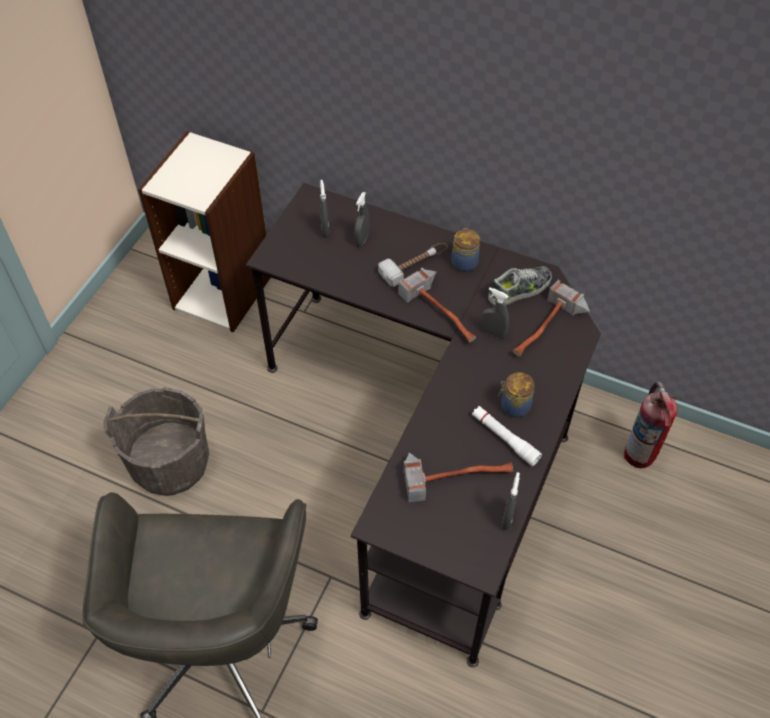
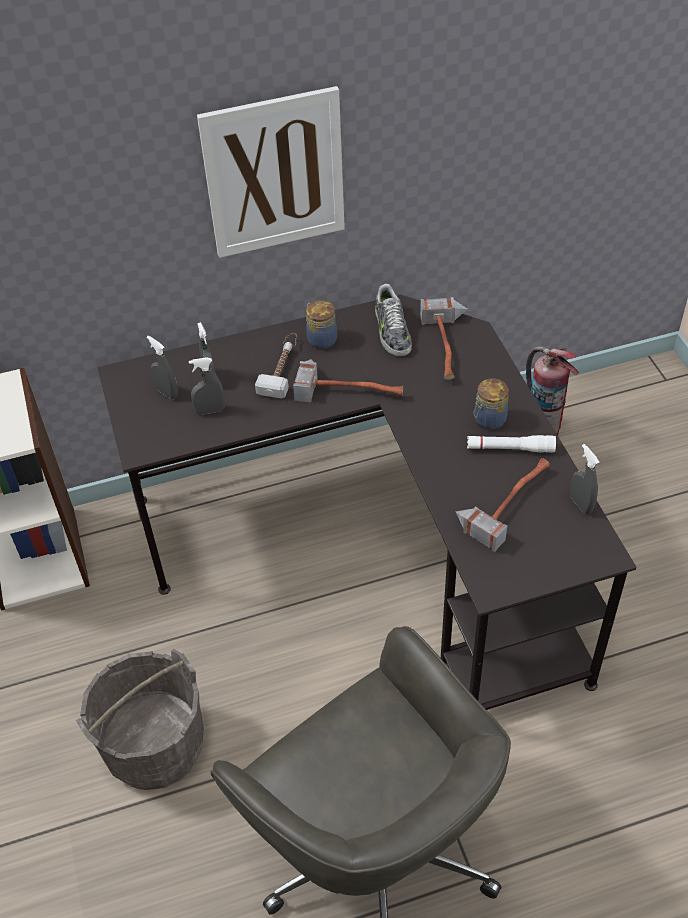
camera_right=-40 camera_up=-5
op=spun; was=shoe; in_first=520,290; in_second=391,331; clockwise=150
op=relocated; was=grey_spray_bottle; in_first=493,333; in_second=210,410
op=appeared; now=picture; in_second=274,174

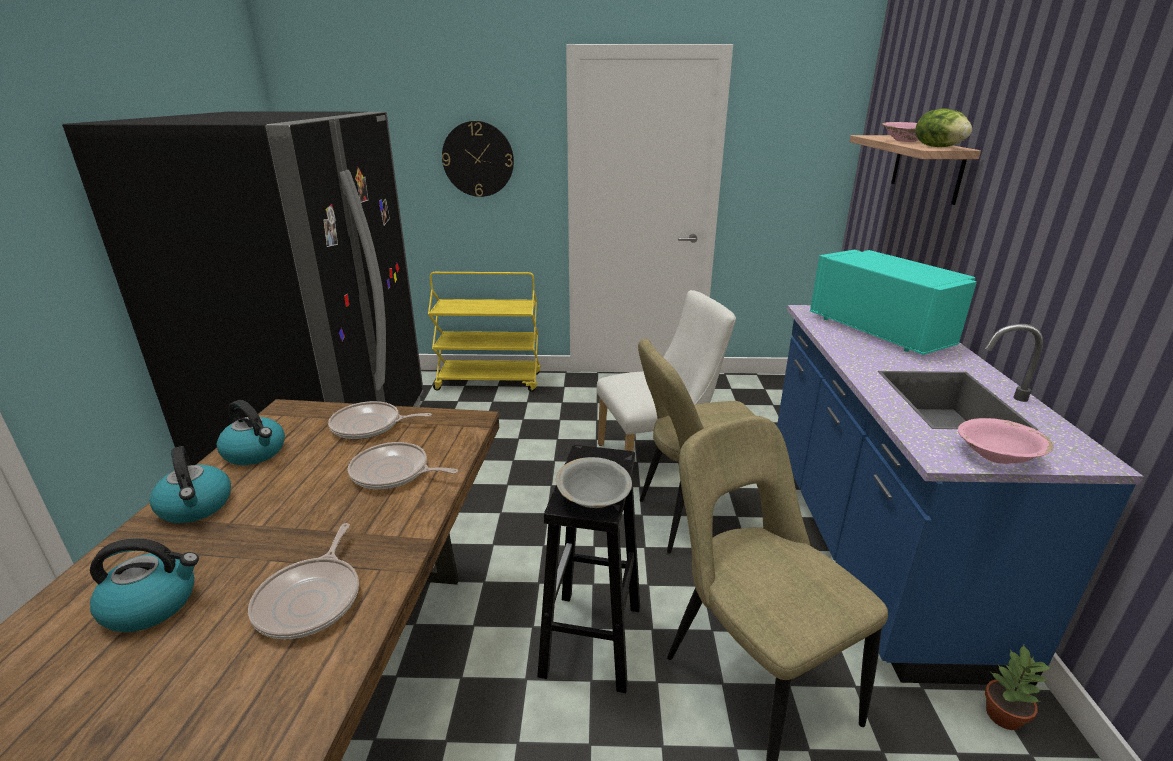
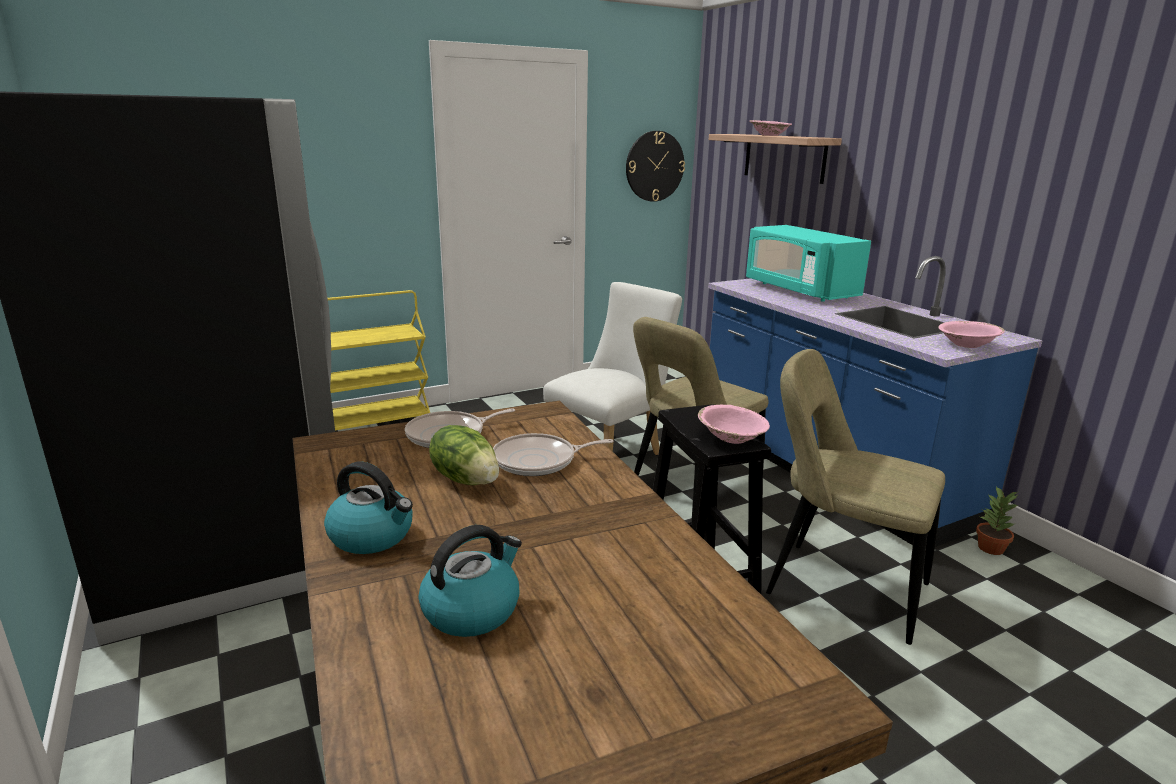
camera_right=-30 camera_up=-5
op=relocated; was=lettuce; in_first=939,147; in_second=466,479
op=relocated; was=wall_clock; in_first=478,159; in_second=654,166
op=spun; was=turquoise_microwave; in_first=881,331; in_second=799,290; clockwise=-150
op=missing; was=kettle; in_first=256,452
op=colour; was=grey_bowl; now=pink_bowl; in_first=593,498; in_second=731,438
op=missing; was=frying_pan; in_first=311,599

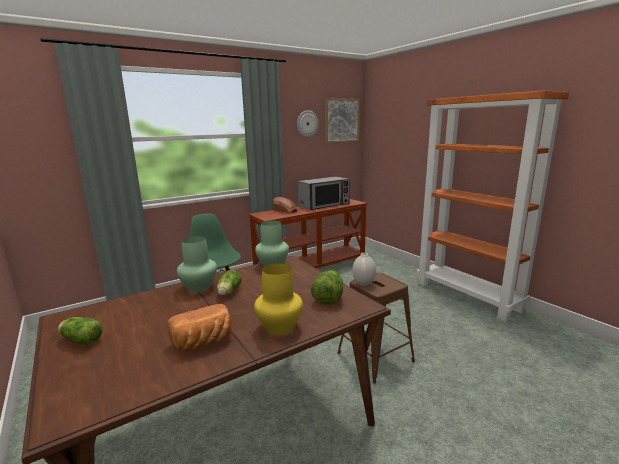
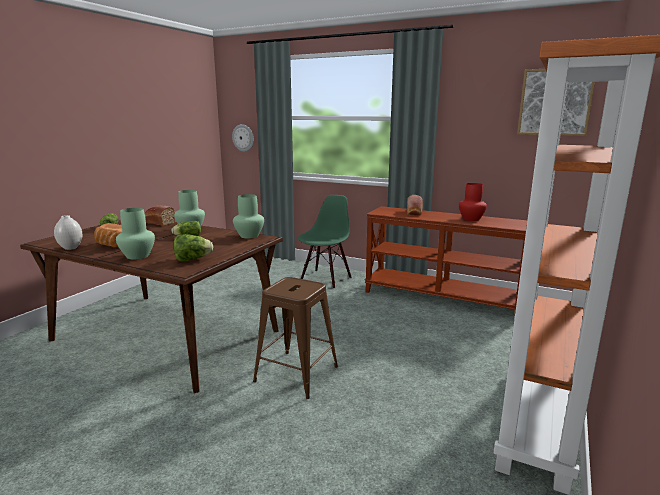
camera_right=60 camera_up=0
op=relocated; was=wall_clock; in_first=307,123; in_second=243,138
op=exchanged; was=microwave; now=red_vase; in_first=324,205; in_second=471,219
op=relocated; was=white_vase; in_first=363,283; in_second=70,248
op=colour; was=yellow_vase; now=green_vase; in_first=279,327; in_second=138,256
op=appeared; now=bread; in_second=158,223

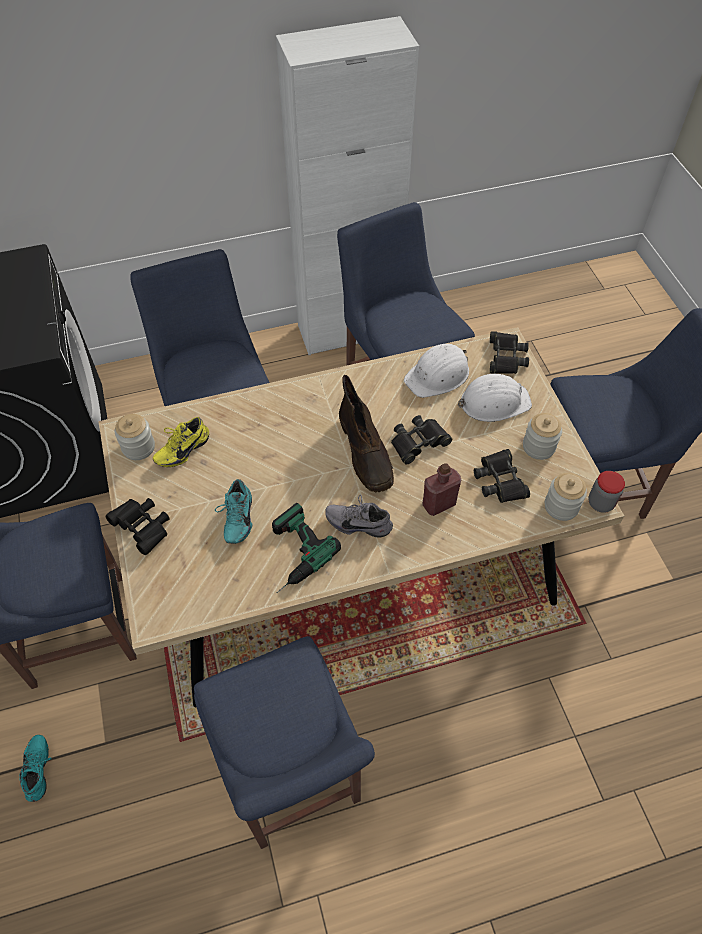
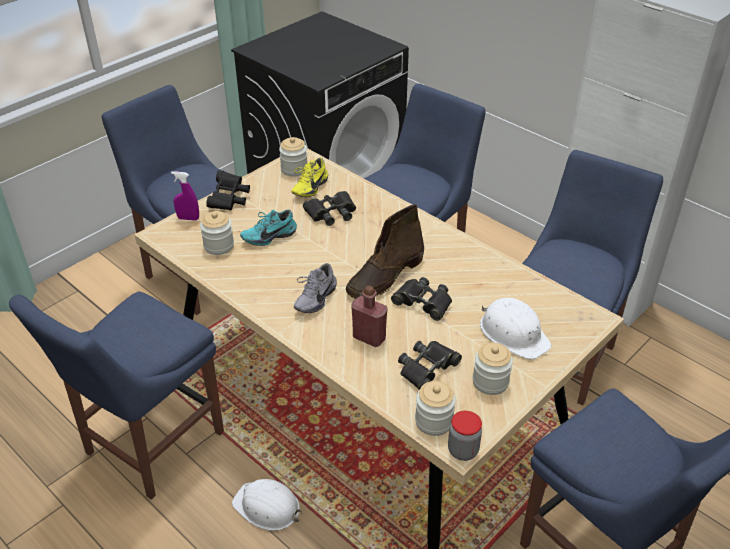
camera_right=60 camera_up=-15
op=relocated; was=black_binoculars; in_first=505,357; in_second=331,213
op=relocated; was=white_hard_hat; in_first=438,375; in_second=267,507
op=spun; was=yellow_shoe; in_first=181,449; in_second=309,187; clockwise=-75
op=spun; was=grey_shoe; in_first=359,522; in_second=314,298; clockwise=-135
op=missing; was=power_drill; in_first=291,554
op=missing; was=turquoise_shoe; in_first=40,770
op=appeared; now=purple_spray_bottle; in_second=188,218
op=appeared; now=jar; in_second=219,246

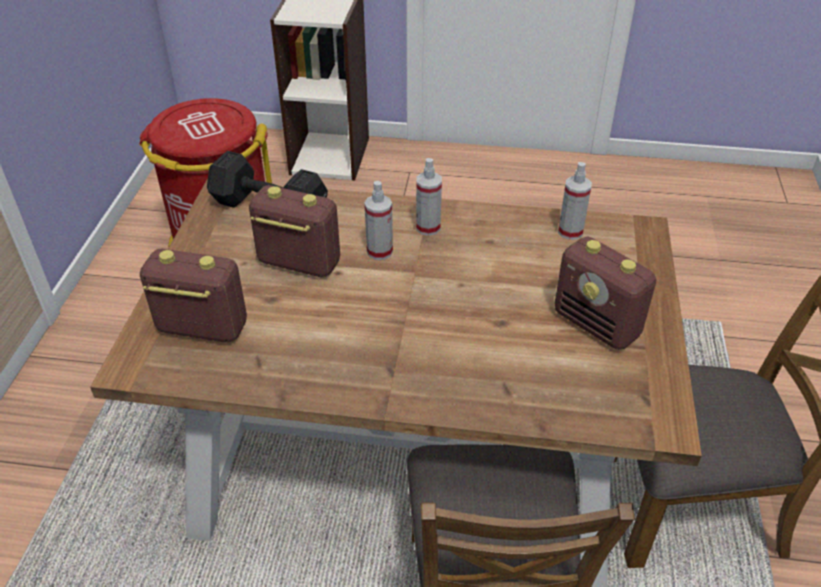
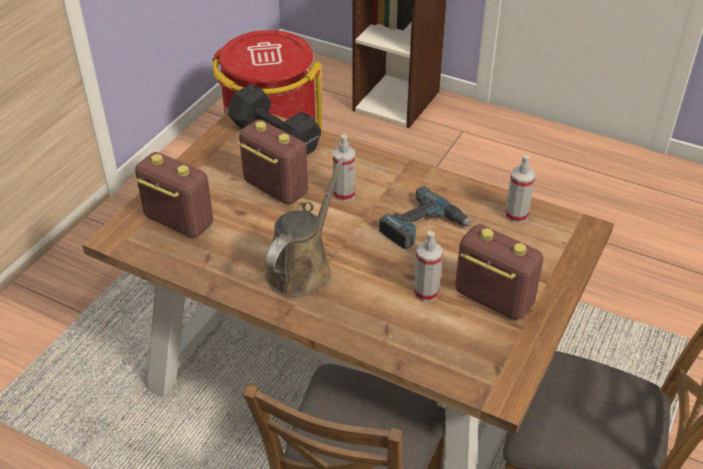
camera_right=20 camera_up=0
op=relocated; was=spray_bottle; in_first=428,227; in_second=426,292
op=spun; was=radio; in_first=597,325; in_second=492,299; clockwise=150
op=appeared; now=brown_watering_can; in_second=302,269
op=appeared; now=power_drill; in_second=423,227

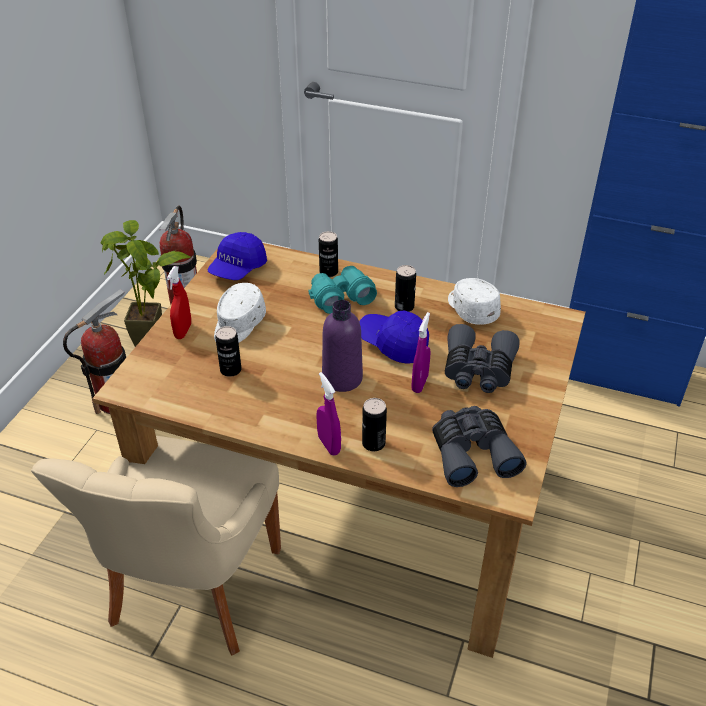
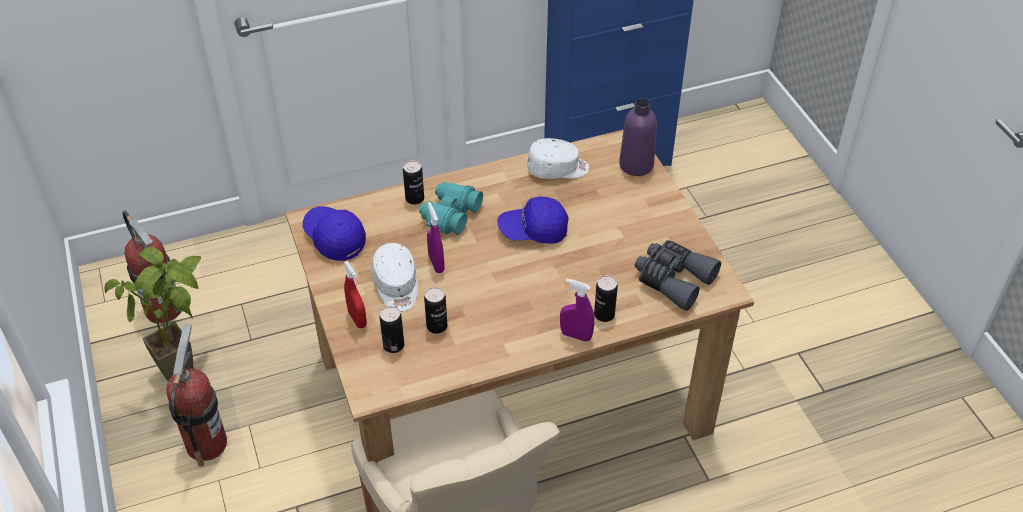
camera_right=-40 camera_up=5
op=spun; was=blue_cap; in_first=238,269; in_second=334,238; clockwise=150
op=relocated; was=can; in_first=404,307; in_second=393,345
op=spun; was=white_cap; in_first=471,309; in_second=558,169; clockwise=150
op=relocated; was=purple_bottle; in_first=342,378; in_second=636,165
op=relocated; was=purple_spray_bottle; in_first=419,383; in_second=436,264
op=missing; was=grey_binoculars; in_first=478,370

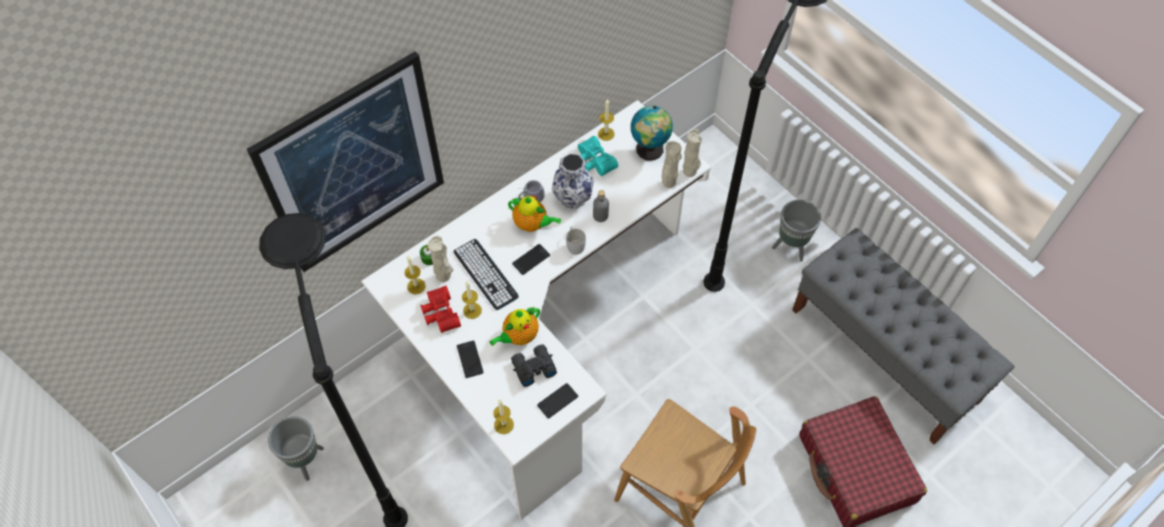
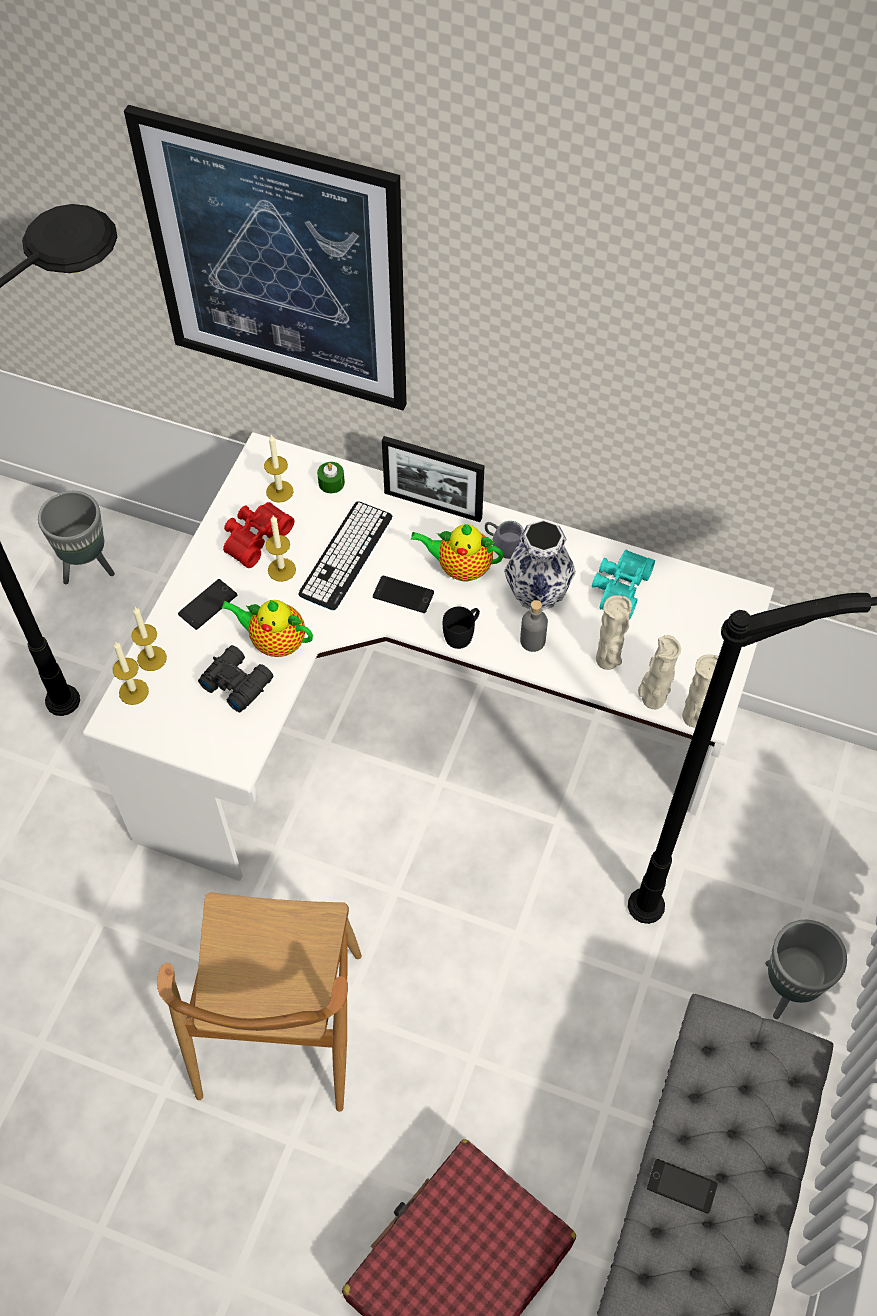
camera_right=60 camera_up=0
op=relocated; was=candle; in_first=606,134; in_second=152,658
op=missing; was=globe; in_first=649,151
op=spun; was=teapot; in_first=532,224; in_second=460,568; clockwise=105
op=colour; was=white_mug; now=black_mug; in_first=574,244; in_second=462,634
op=relocated; was=beige_vase; in_first=444,276; in_second=608,661
op=relocated; was=phone; in_first=557,401; in_second=682,1186
op=appeared; now=picture_frame; in_second=433,505

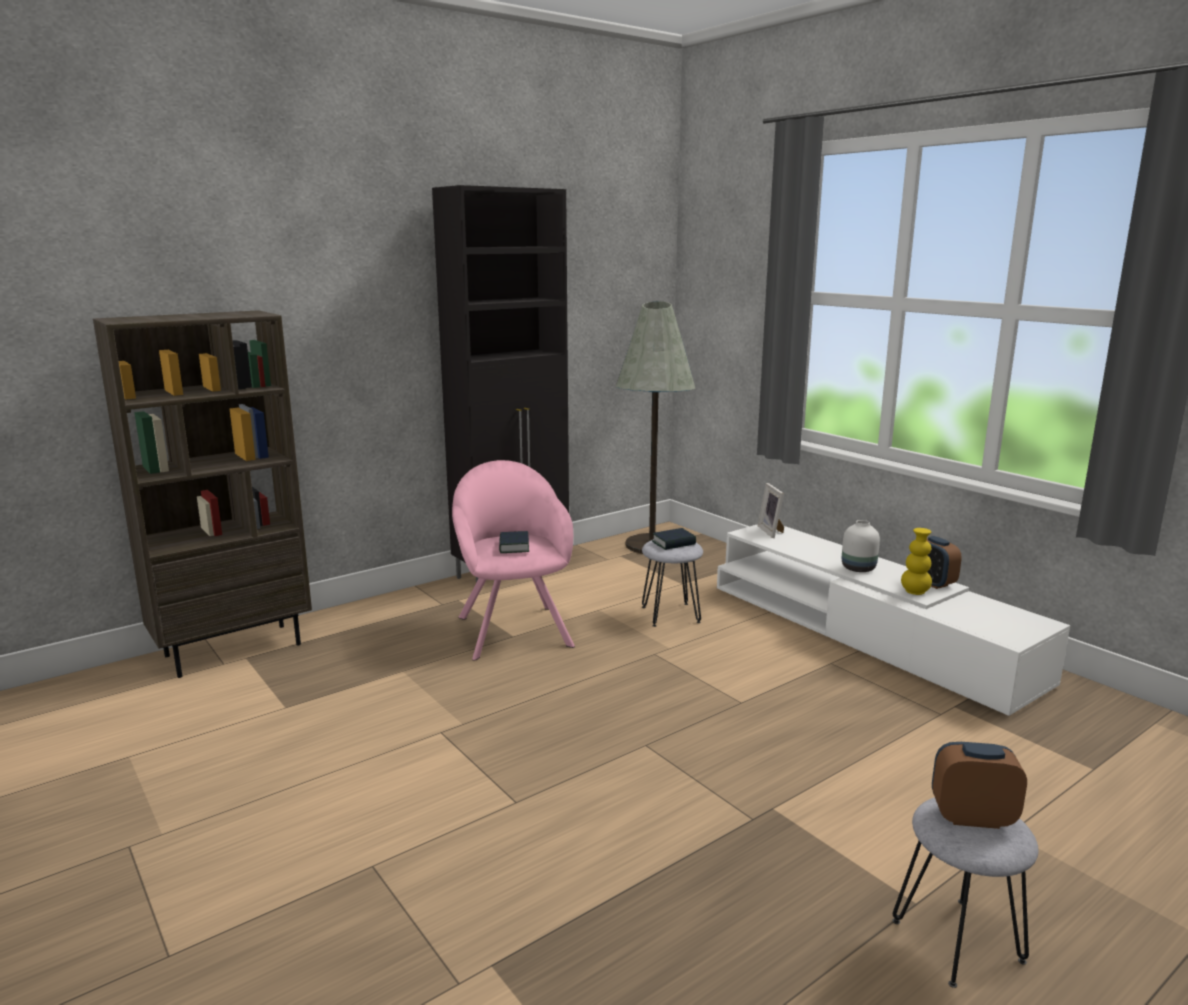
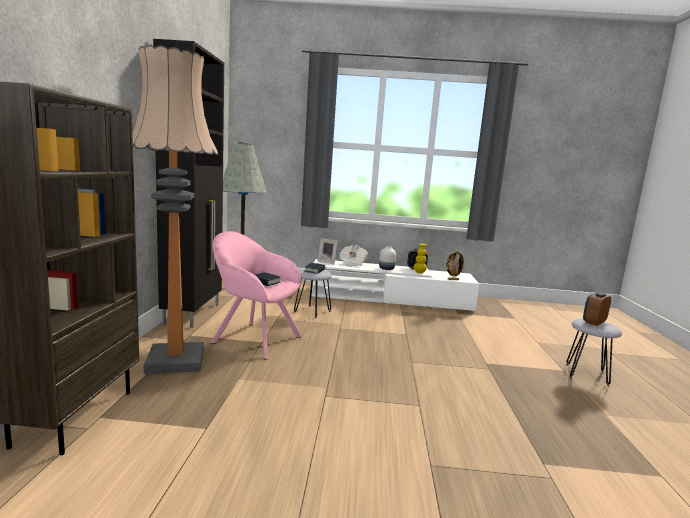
camera_right=-50 camera_up=-5
op=appeared; now=floor_lamp; in_second=175,360
op=appeared; now=newspaper; in_second=352,264
op=appeared; now=picture_frame; in_second=453,279

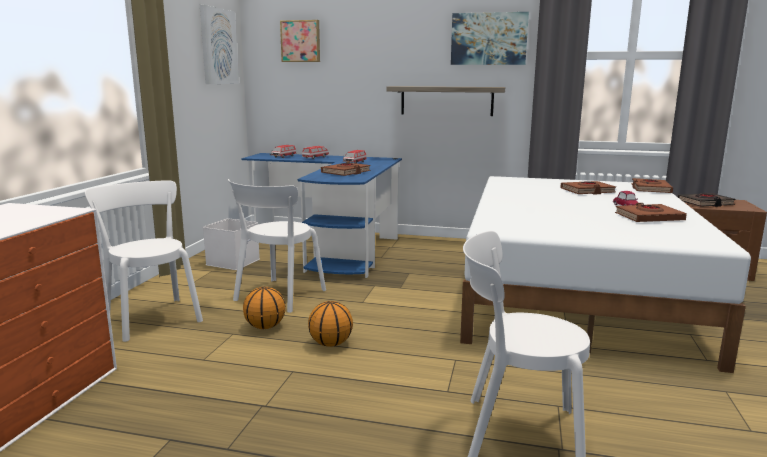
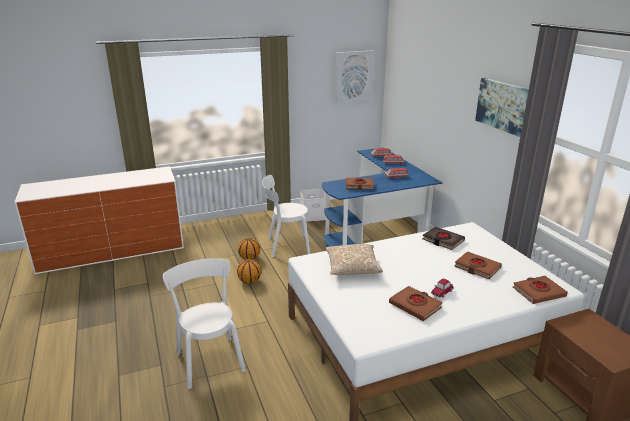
camera_right=55 camera_up=10
op=missing; was=picture; in_first=301,41
op=missing; was=shelf; in_first=446,101
op=missing; was=white_chair; in_first=151,317
op=relocated; was=black_book; in_first=705,203; in_second=443,240
op=appeared; now=pillow; in_second=352,268

